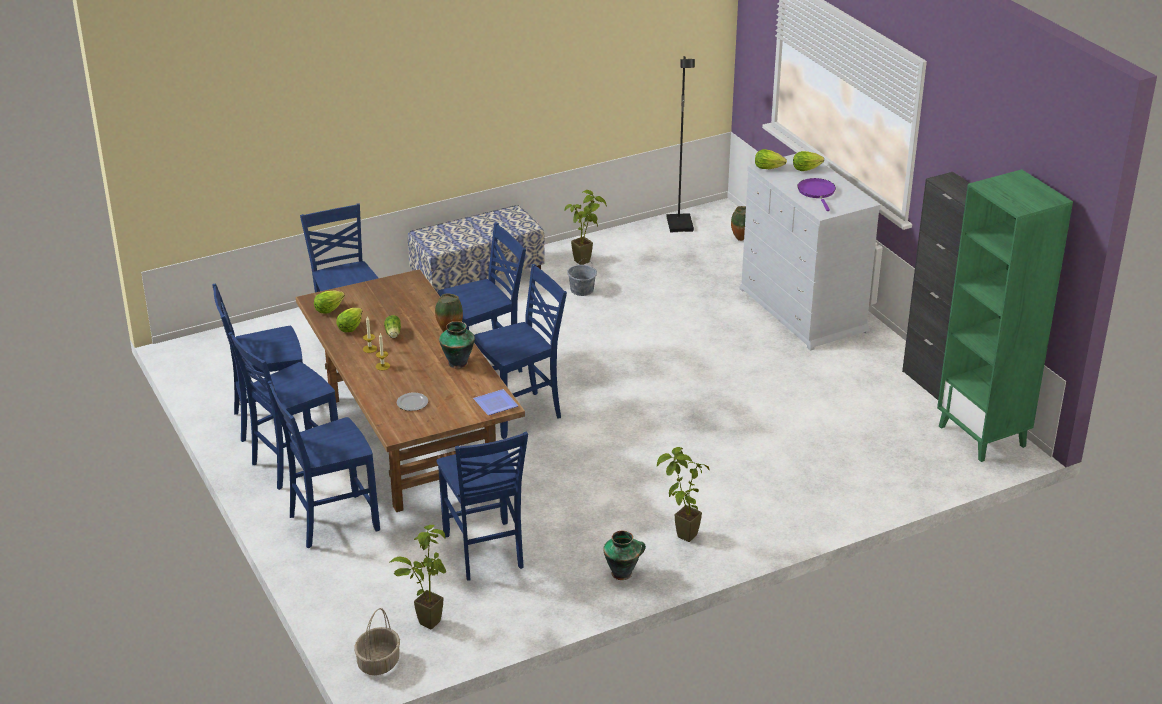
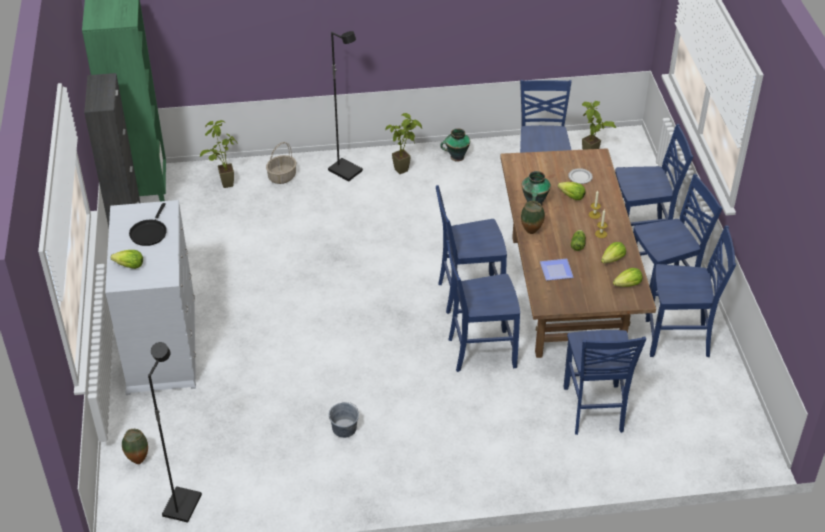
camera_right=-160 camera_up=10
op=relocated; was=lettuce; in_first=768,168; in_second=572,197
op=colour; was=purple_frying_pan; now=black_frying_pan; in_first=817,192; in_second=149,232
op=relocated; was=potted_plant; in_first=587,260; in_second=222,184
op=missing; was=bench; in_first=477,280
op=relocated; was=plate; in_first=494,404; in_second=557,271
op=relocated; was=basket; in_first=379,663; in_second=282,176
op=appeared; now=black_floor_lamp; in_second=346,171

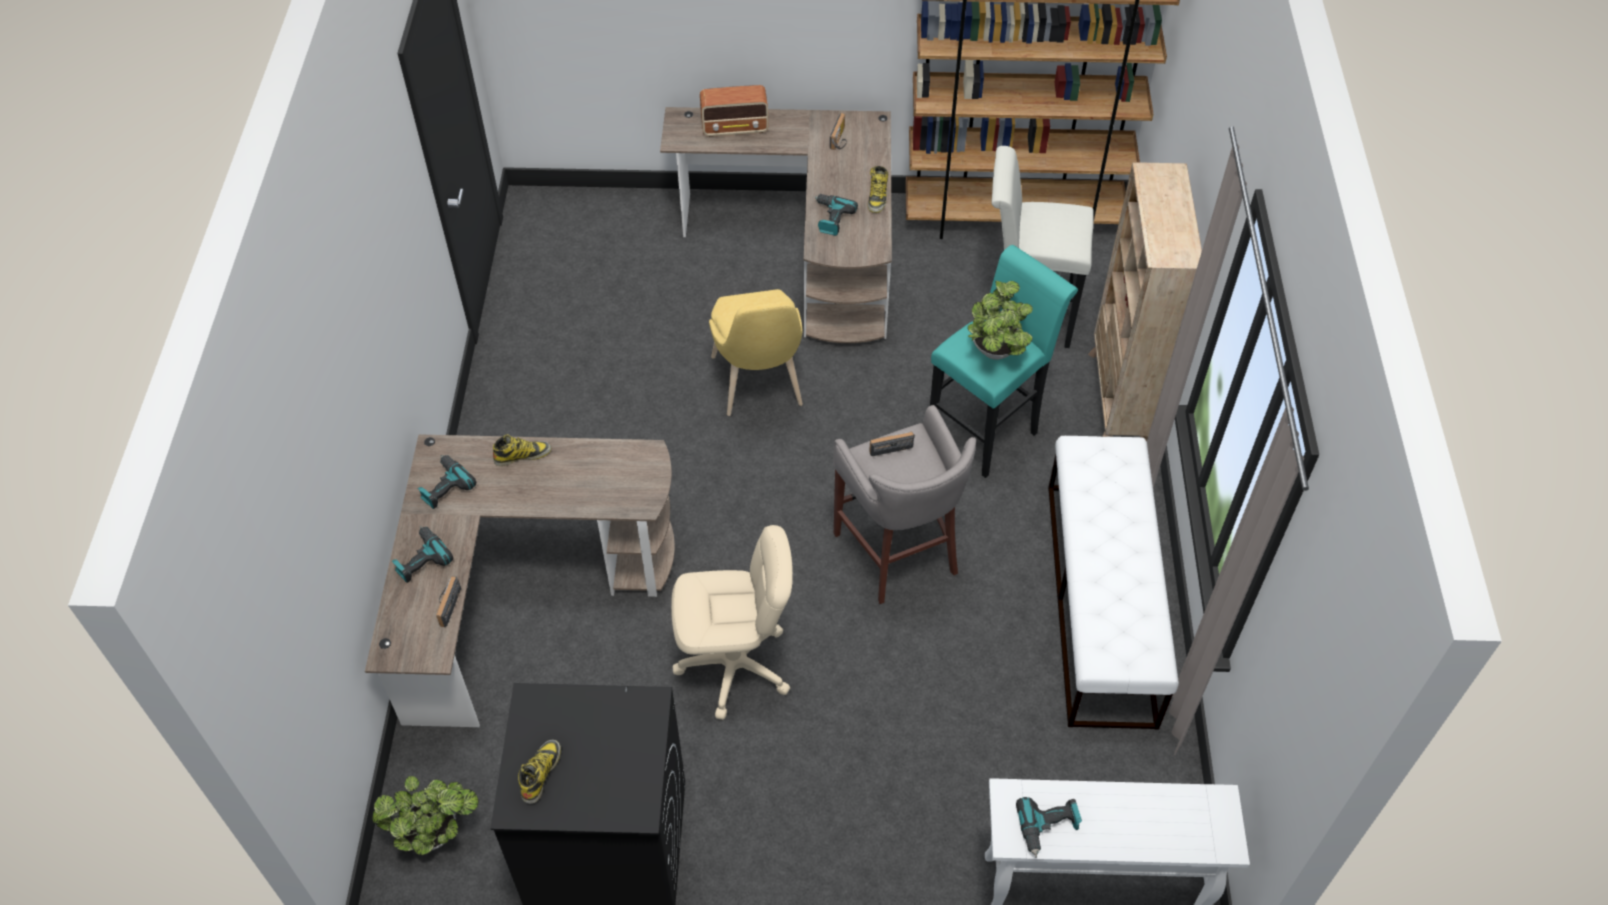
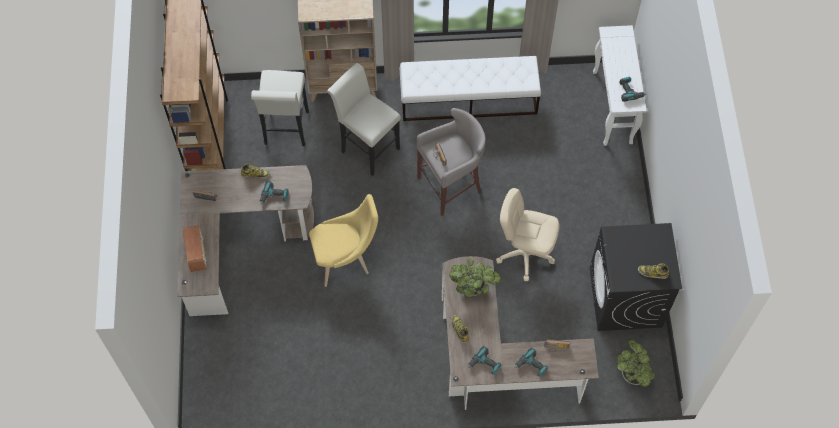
camera_right=-95 camera_up=10
op=colour; was=turquoise_stool; now=white_stool; in_first=988,428; in_second=367,148
op=relocated; was=potted_plant; in_first=995,353; in_second=473,287
op=spun; was=beige_office_chair; in_first=734,666; in_second=525,253; clockwise=-60

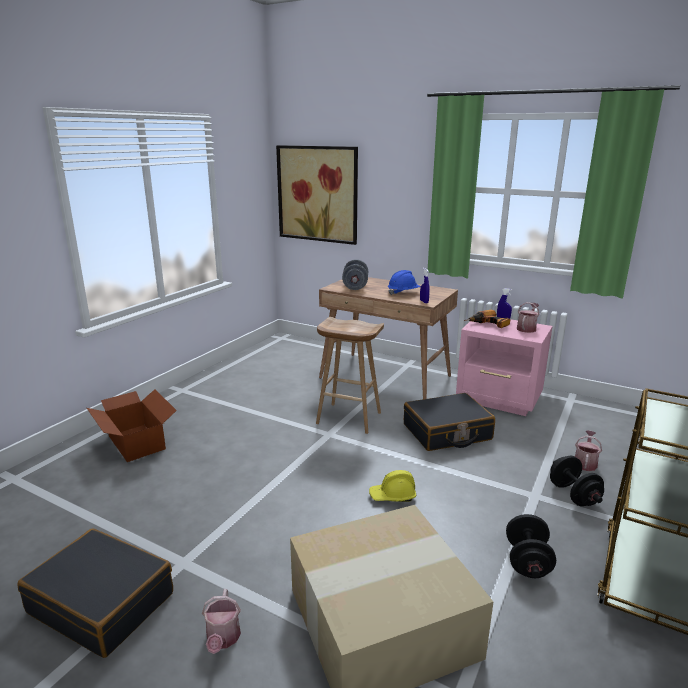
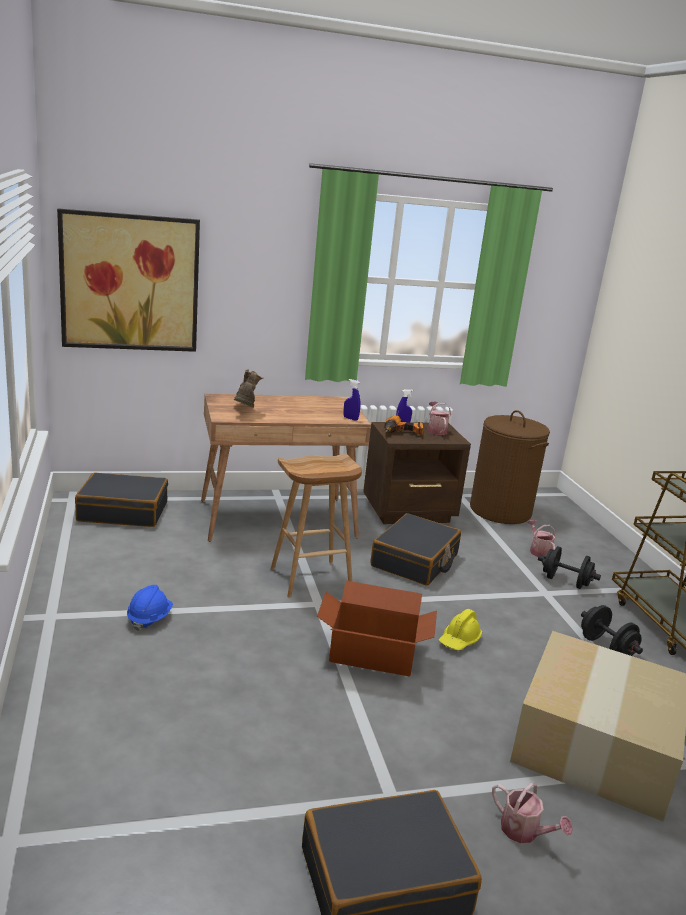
camera_right=-45 camera_up=0
op=exchanged; was=grey_dumbbell; now=brown_boot; in_first=355,286; in_second=245,411
op=relocated; was=blue_hard_hat; in_first=403,293; in_second=149,618
op=colour; was=pink_nightstand; now=brown_nightstand; in_first=499,400; in_second=410,512
op=relocated; was=cardboard_box; in_first=136,443; in_second=373,655
op=appeared; now=brown_laundry_basket; in_second=500,510
op=appeared; now=black_suitcase; in_second=123,511

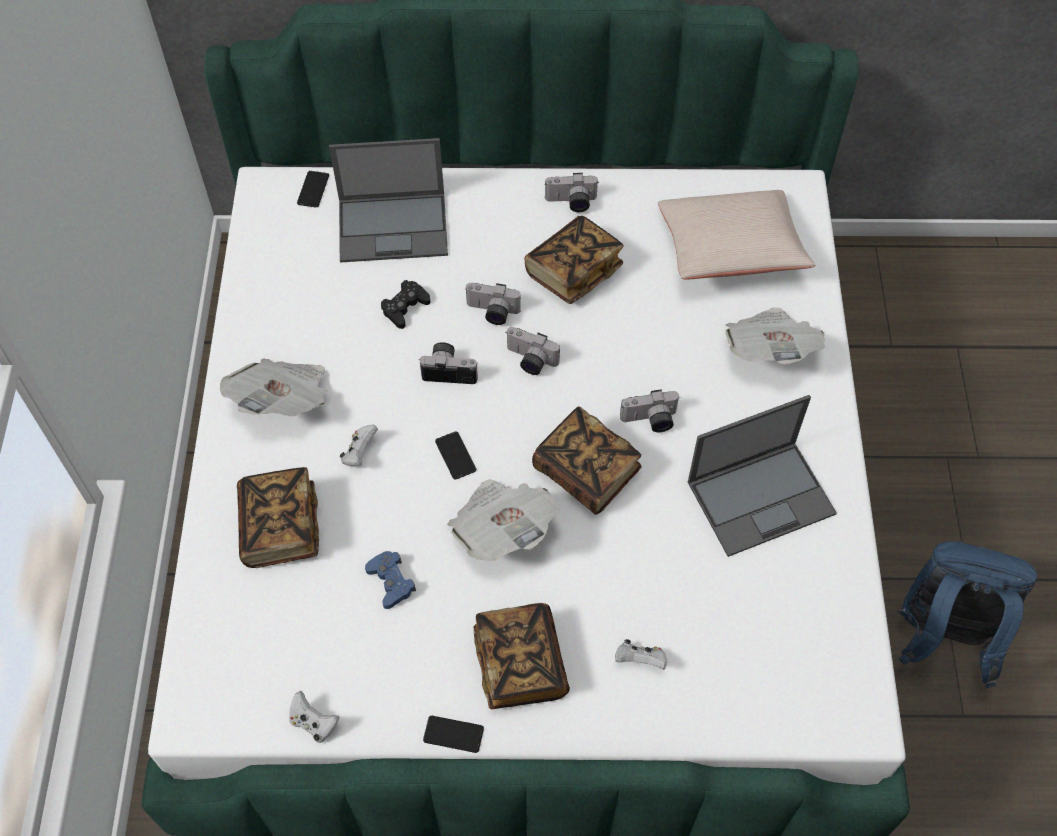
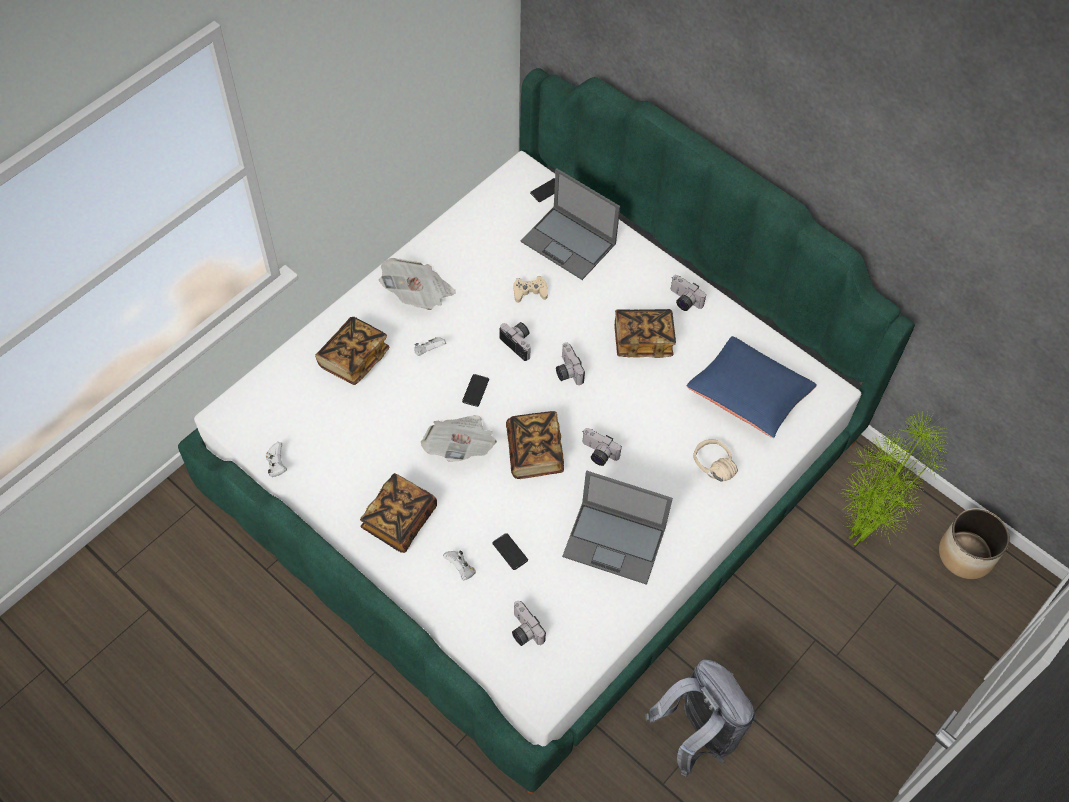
camera_right=40 camera_up=0
op=colour; was=beige_pillow; now=blue_pillow; in_first=730,250; in_second=748,396
op=colour; was=black_game_controller; now=beige_game_controller; in_first=405,307; in_second=530,292
op=relocated; was=photo_camera; in_first=492,313; in_second=523,630
op=exchanged; was=newspaper; now=beige_headphones; in_first=769,350; in_second=708,469
op=colour; was=blue_backpack; now=grey_backpack; in_first=942,637; in_second=697,733
op=missing; was=blue_game_controller; in_first=391,582
op=relocated; was=phone; in_first=453,734; in_second=510,552
op=appeared; now=potted_plant; in_second=860,538
op=appeared; now=planter; in_second=966,555

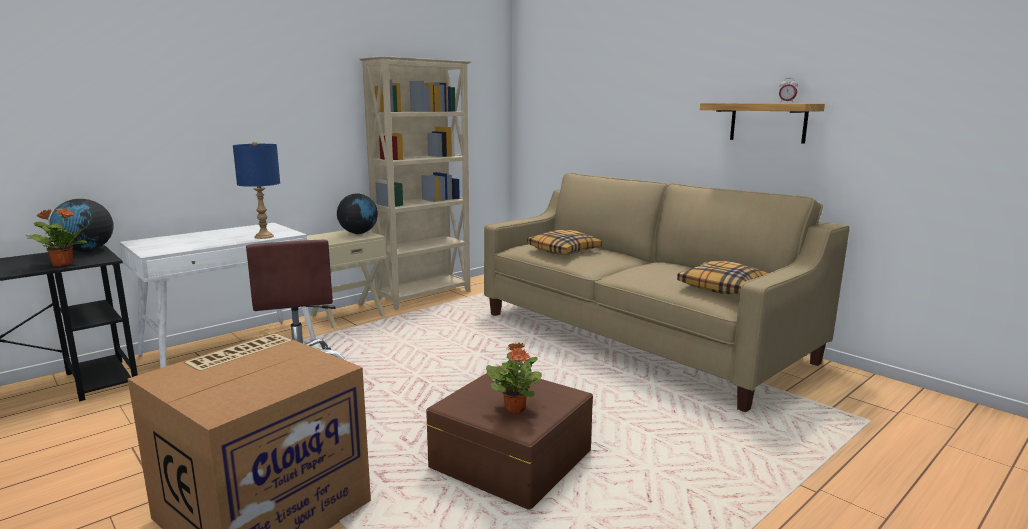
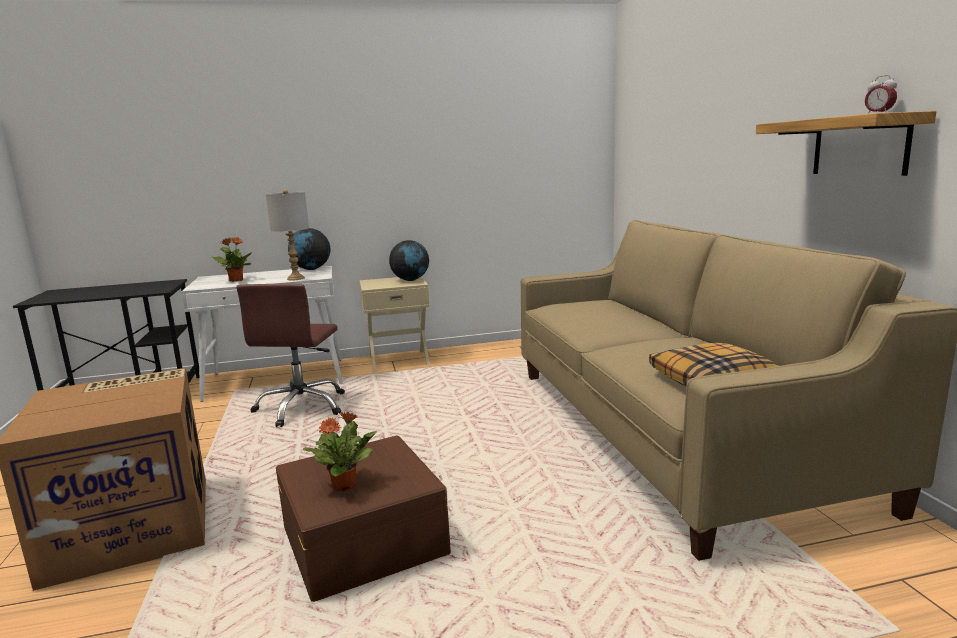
camera_right=30 camera_up=0
op=missing; was=beige_bookcase; in_first=425,296
op=colour; was=blue_table_lamp; now=grey_table_lamp; in_first=264,236; in_second=296,278
op=relocated; was=globe; in_first=86,251; in_second=311,269
op=relocated; was=potted_plant; in_first=62,264; in_second=236,280
op=missing; was=pillow; in_first=564,251

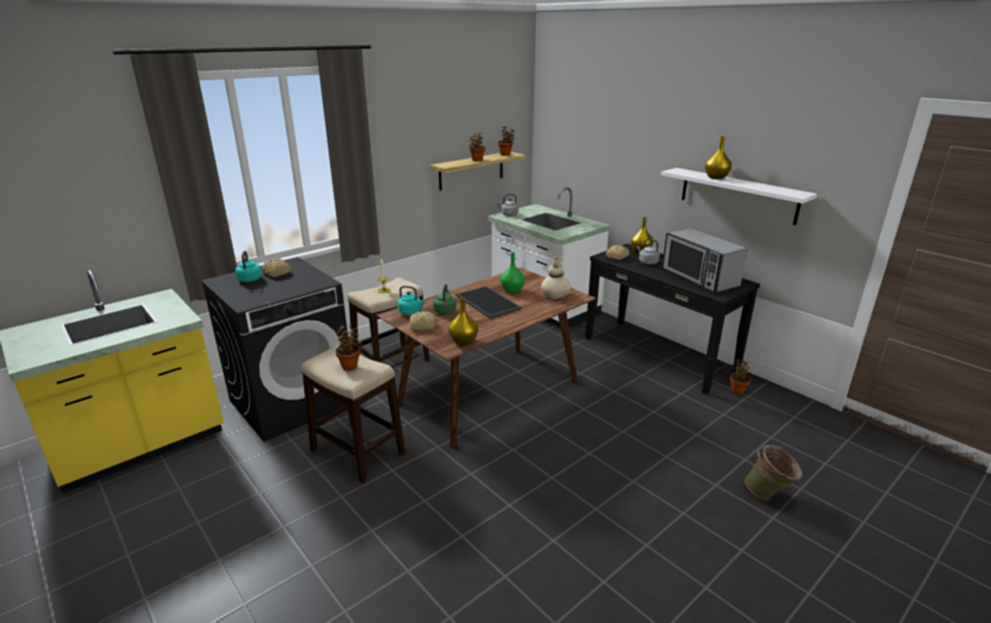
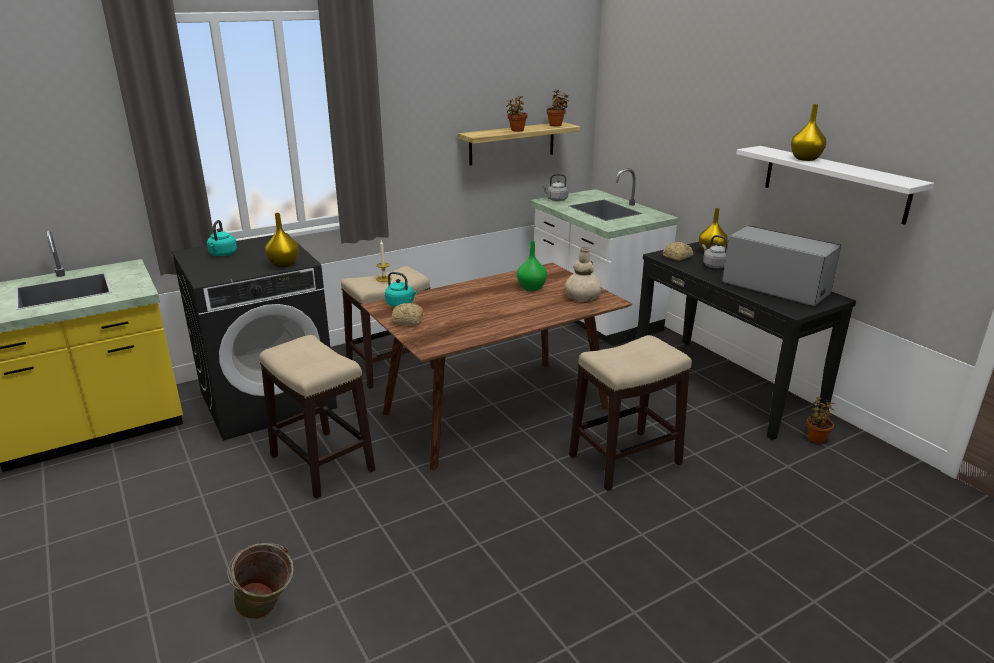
camera_right=10 camera_up=0
op=spun; was=microwave; in_first=699,277; in_second=775,288; clockwise=150
op=missing; was=bread; in_first=277,273
op=missing; was=green_kettle; in_first=445,311
op=missing; was=tray; in_first=486,302
op=relocated; was=yellow_vase; in_first=463,341; in_second=284,264
op=missing; was=potted_plant; in_first=350,365
op=relocated; was=green_bucket; in_first=769,495; in_second=266,613
op=appeared; now=stool; in_second=624,460

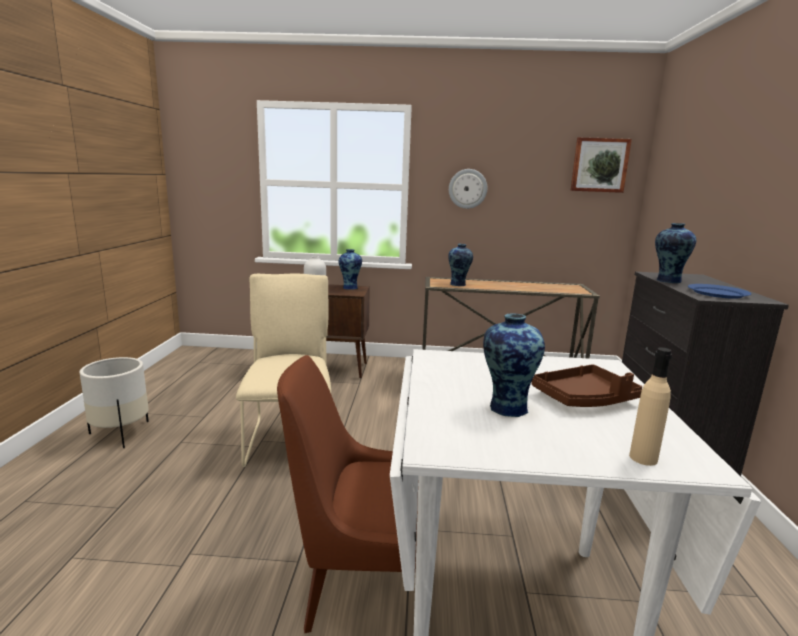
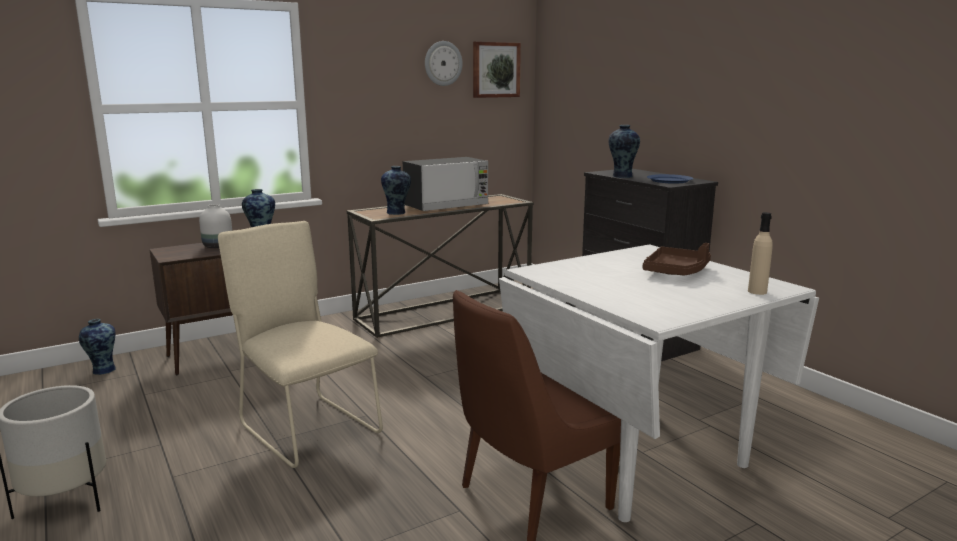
camera_right=-35 camera_up=0
op=relocated; was=wall_clock; in_first=467,188; in_second=443,63
op=relocated; was=vase; in_first=506,407; in_second=103,370
op=appeared; now=microwave; in_second=446,205

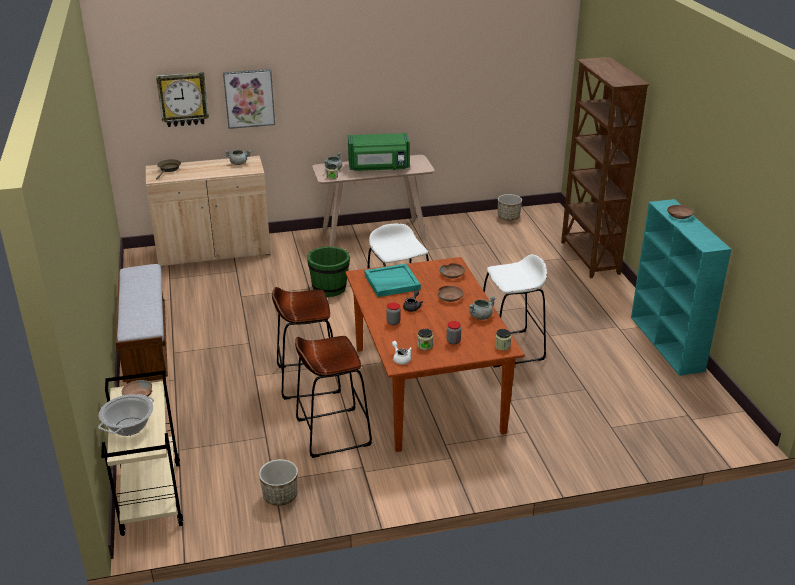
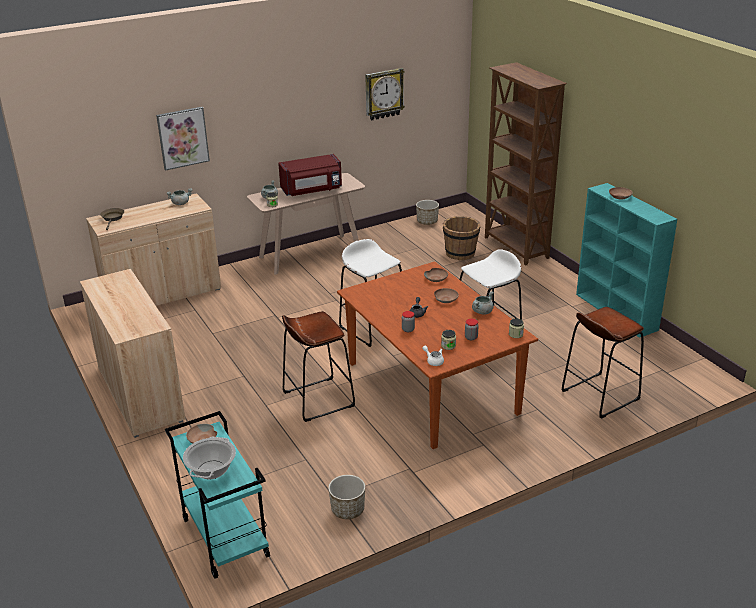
camera_right=-15 camera_up=0
op=relocated; was=wall_clock; in_first=183,99; in_second=383,94
op=colour; was=green_microwave; now=red_microwave; in_first=379,168; in_second=312,190
op=missing; was=green_bucket; in_first=329,288
op=exchanged; was=bench; now=beige_cabinet; in_first=146,343; in_second=140,394
op=missing; was=turquoise_tray; in_first=391,282
op=relocated; was=brown_stool; in_first=333,432; in_second=599,395
op=colour; was=beige_cart; now=turquoise_cart; in_first=150,497; in_second=224,537
op=appeared; now=brown_bucket; in_second=460,253

